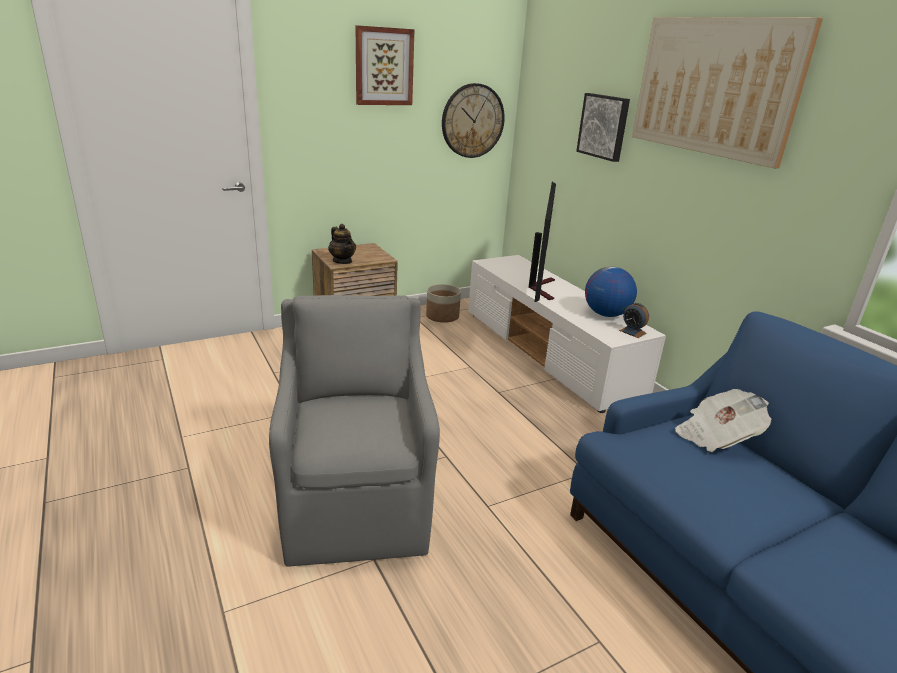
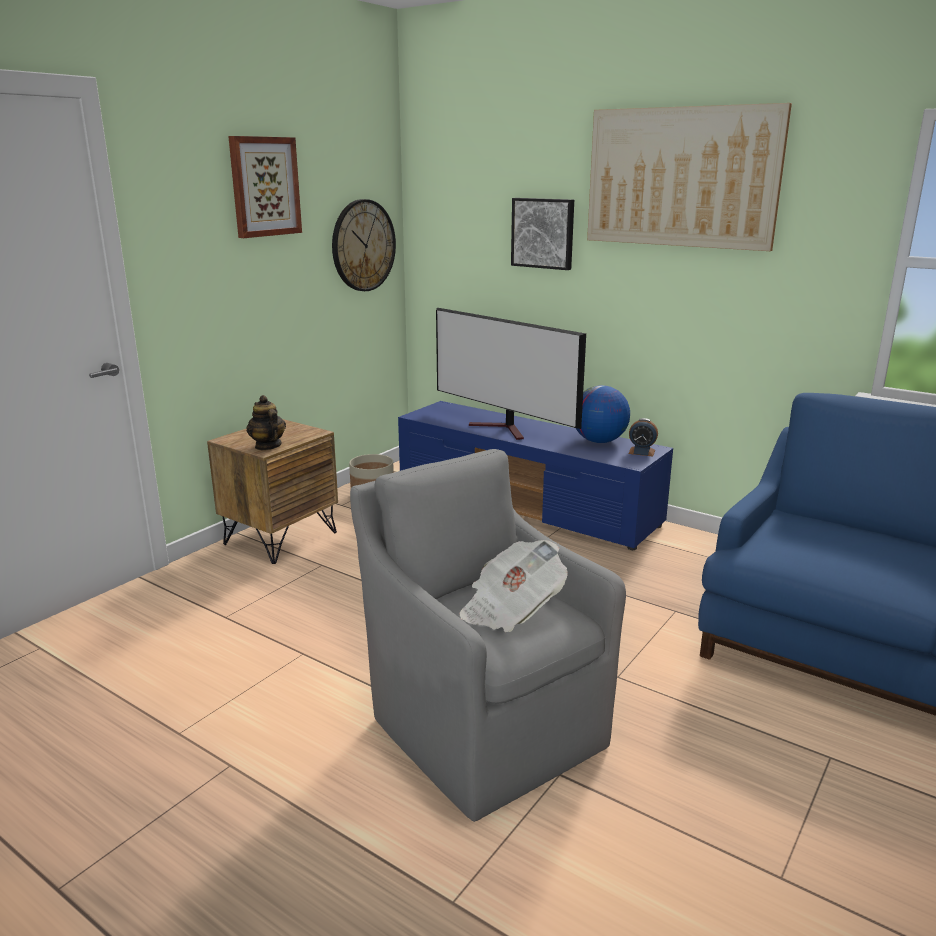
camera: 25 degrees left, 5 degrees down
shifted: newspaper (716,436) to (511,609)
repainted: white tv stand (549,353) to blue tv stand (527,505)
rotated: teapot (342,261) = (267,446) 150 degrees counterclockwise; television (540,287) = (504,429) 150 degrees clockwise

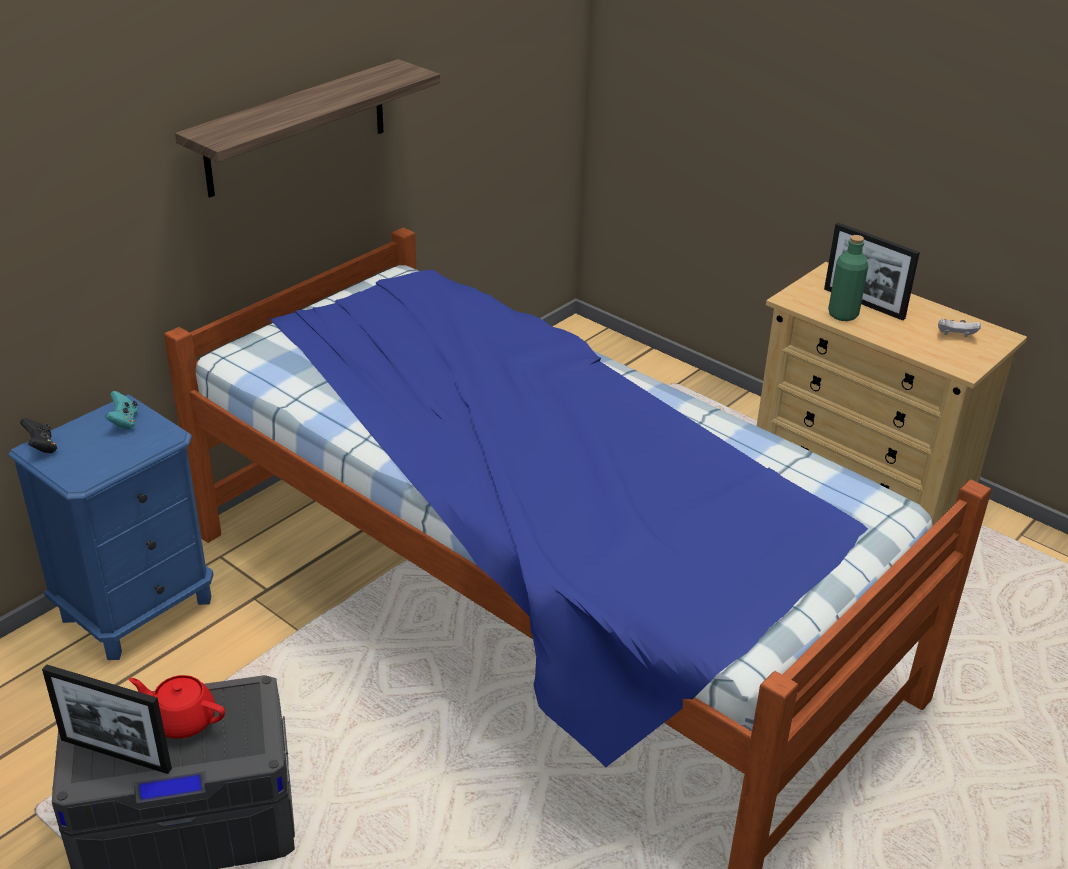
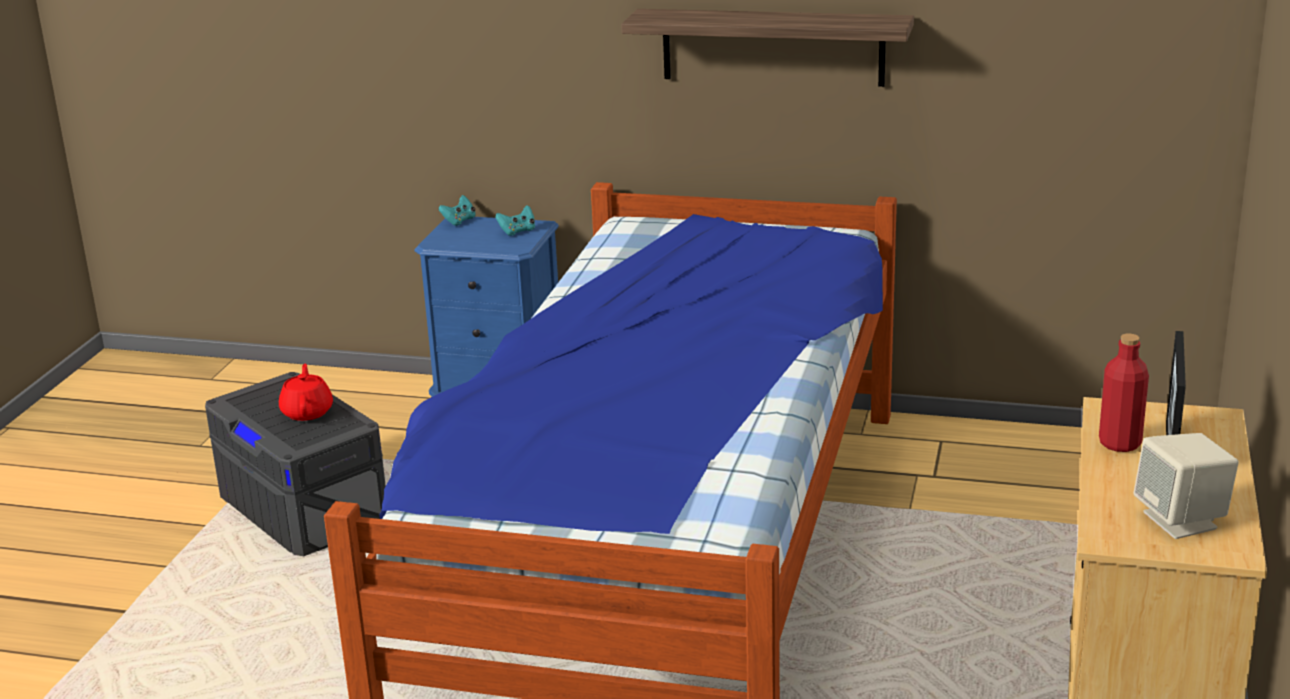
camera: 65 degrees right, 10 degrees down
gone: picture frame (116,754)
swapped: white game controller (955,336) to beige speaker (1181,520)
repainted: black game controller (42,447) to turquoise game controller (459,221); green bottle (843,314) to red bottle (1119,443)

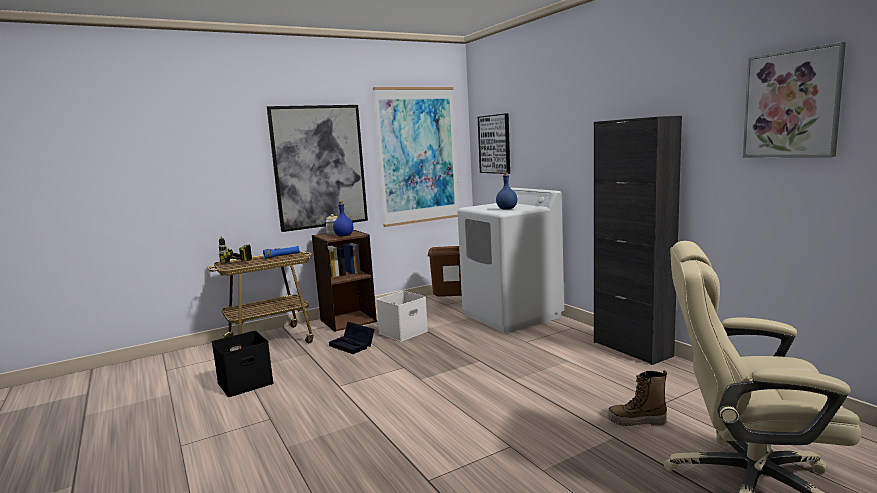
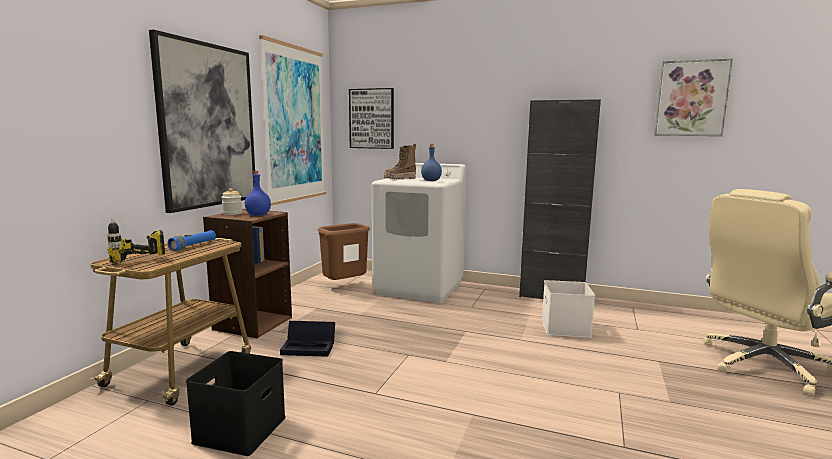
camera: 40 degrees left, 0 degrees up
shifted: white storage box (403,332) to (564,327); boot (636,422) to (400,179)

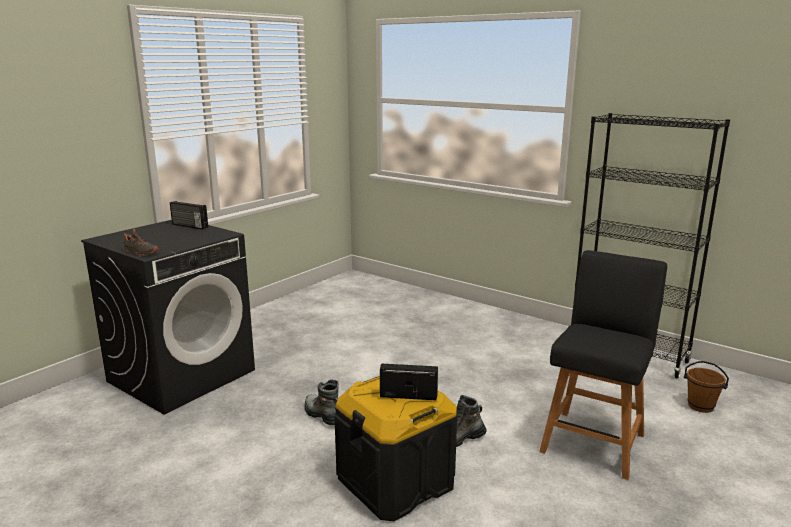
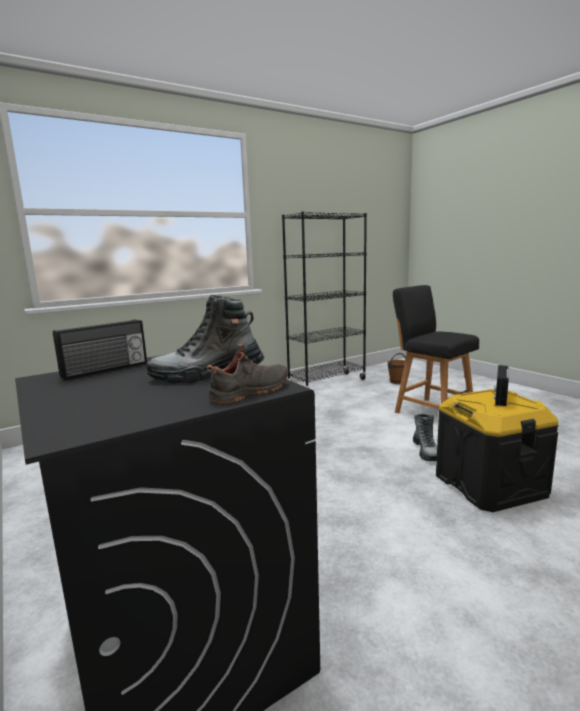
camera: 70 degrees left, 5 degrees down
shifted: boot (323,415) to (208,374)

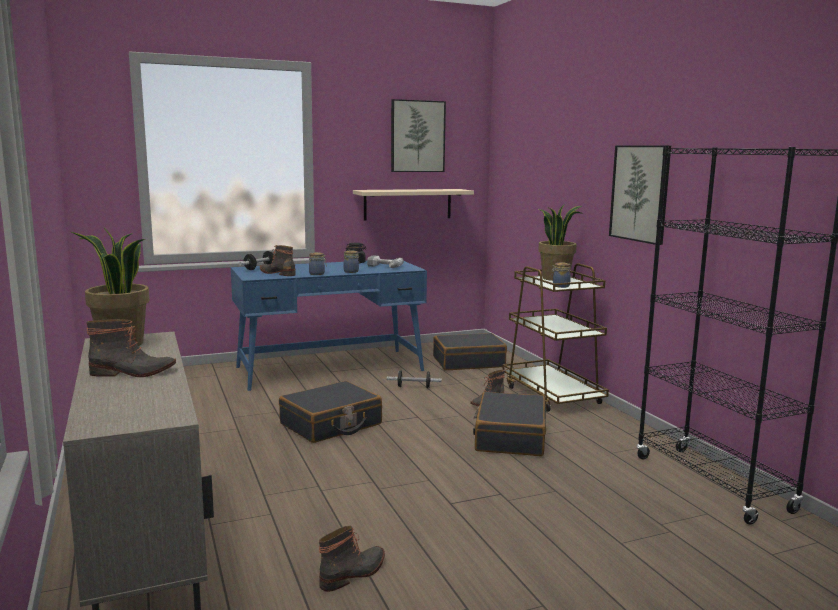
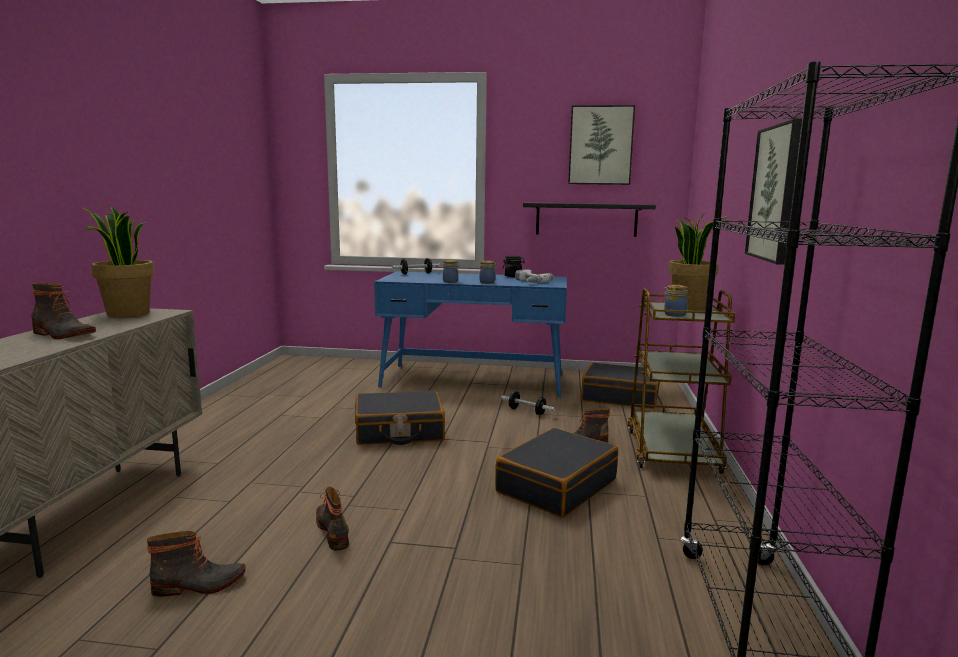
camera: 30 degrees right, 0 degrees up
shifted: boot (278,273) to (334,530)
repainted: beige shelf (408,204) to black shelf (586,219)

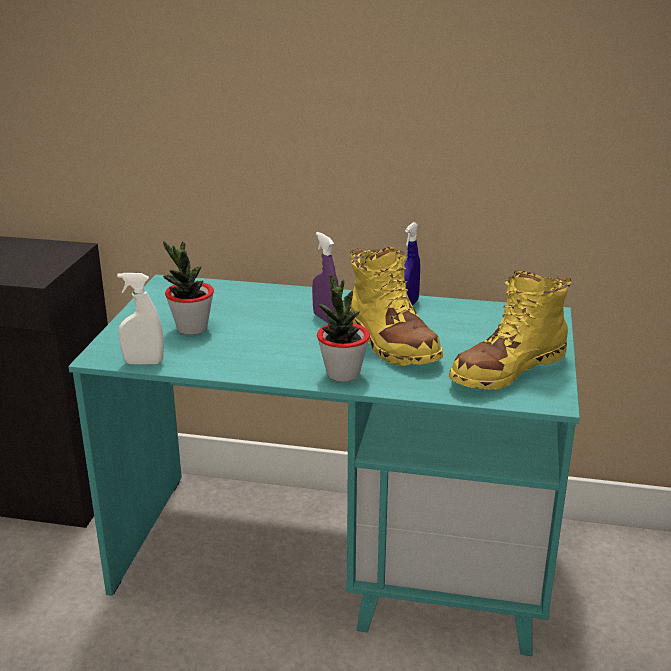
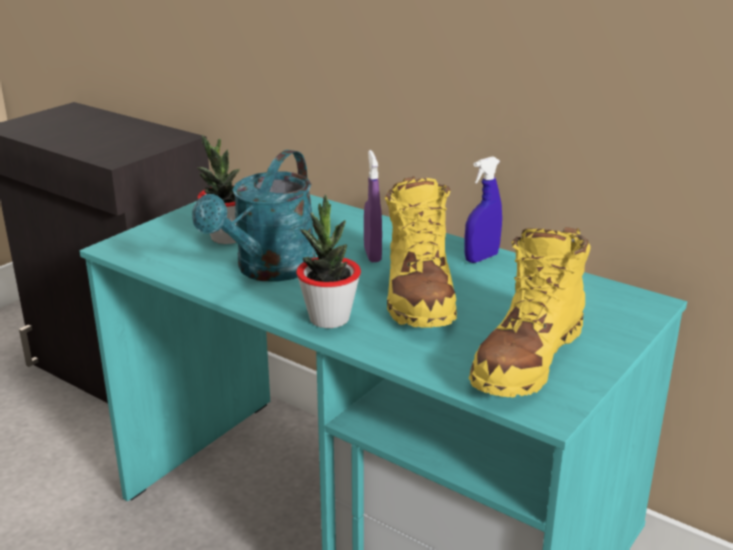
camera: 25 degrees right, 0 degrees up
gone: white spray bottle (143,362)
new: turquoise watering can (268,270)
rotated: yellow boot (507,370) = (527,359) 45 degrees counterclockwise

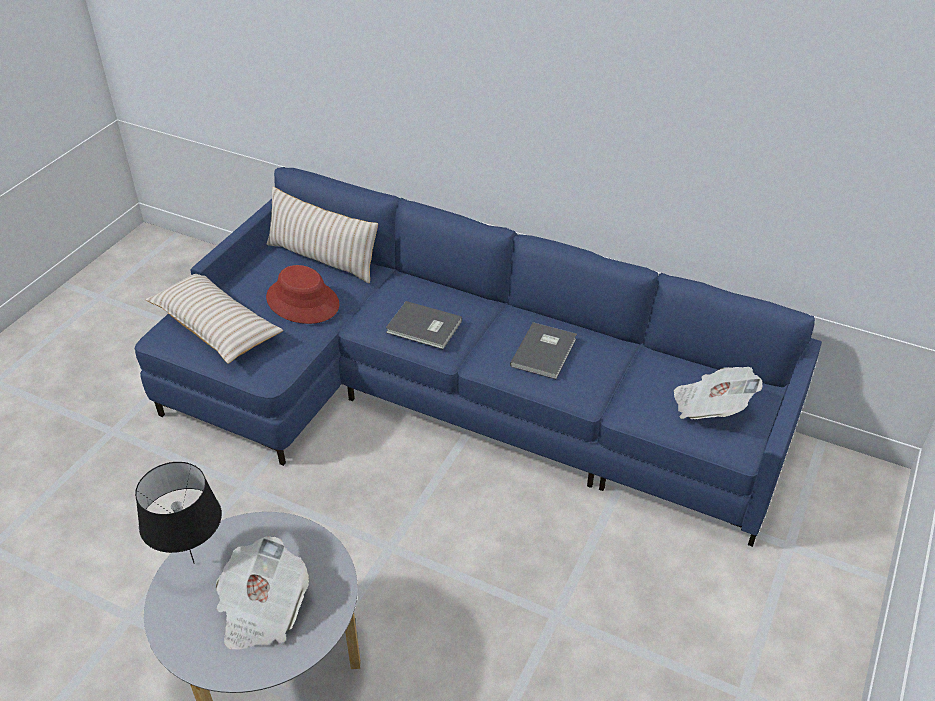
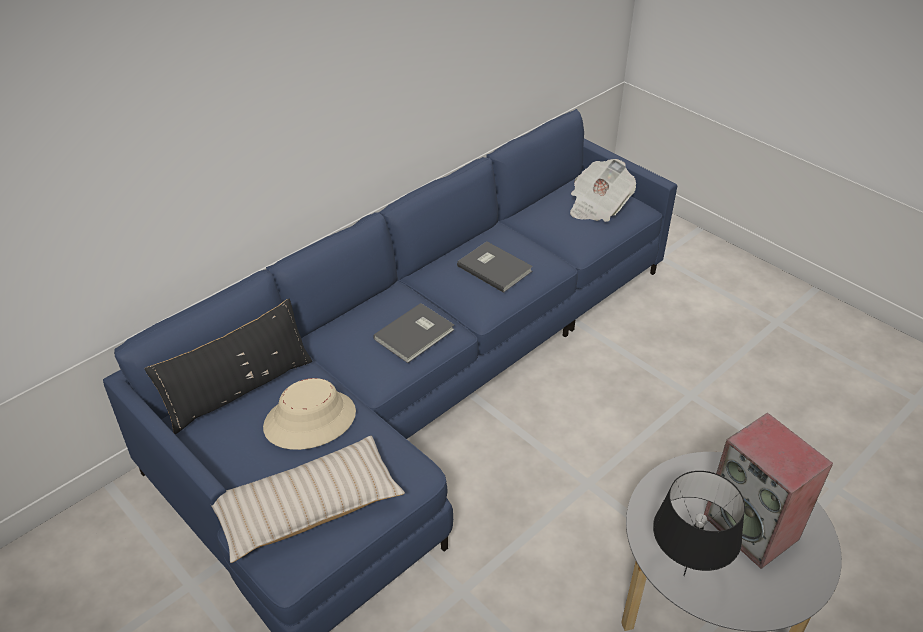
camera: 70 degrees left, 0 degrees up
swapped: newspaper (262,610) to speaker (752,527)
repainted: red hat (303,301) to beige hat (310,420); beige pillow (322,258) to black pillow (239,390)

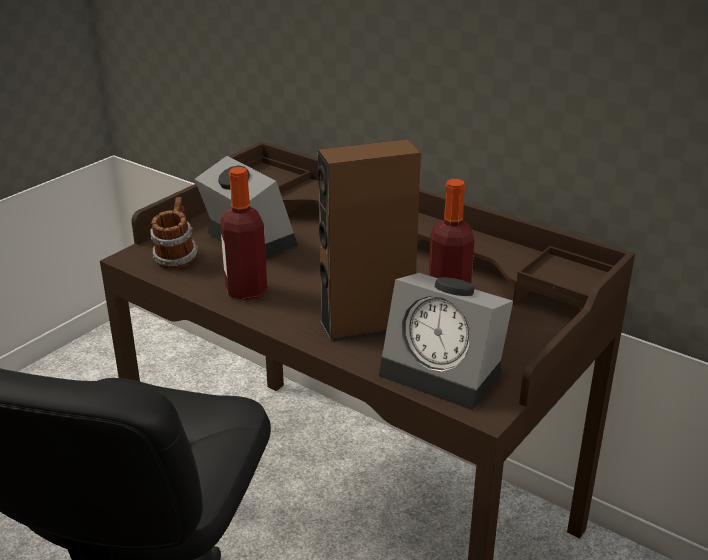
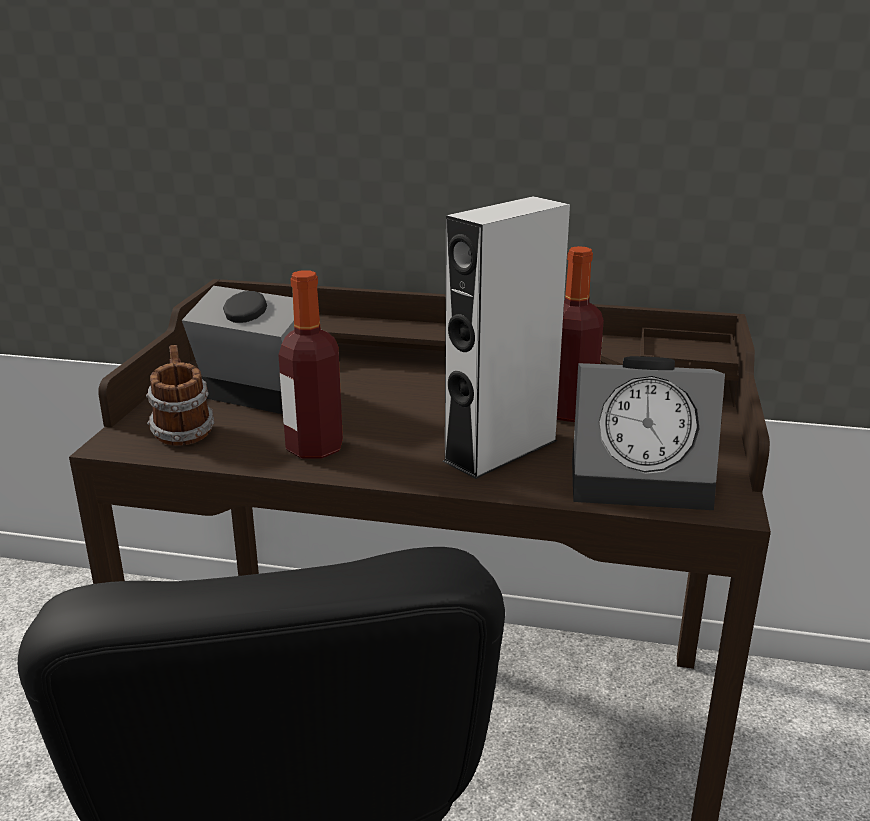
camera: 25 degrees left, 5 degrees down
repainted: brown speaker (367,323) to grey speaker (500,450)

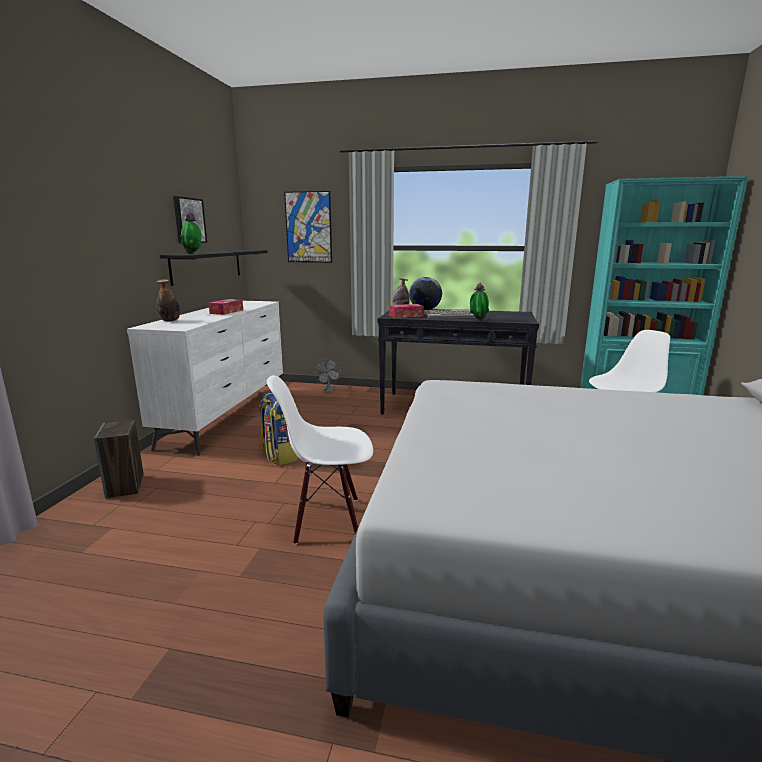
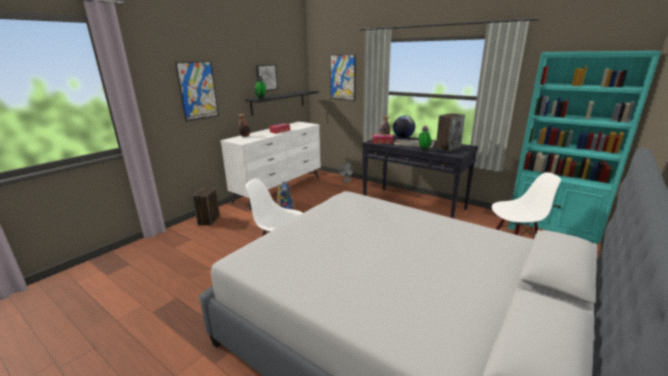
camera: 25 degrees right, 5 degrees up
new: picture (198,91); speaker (448,148)

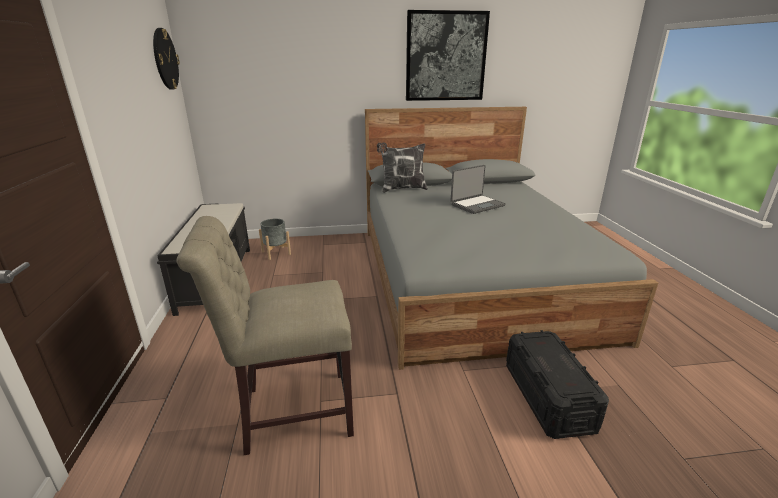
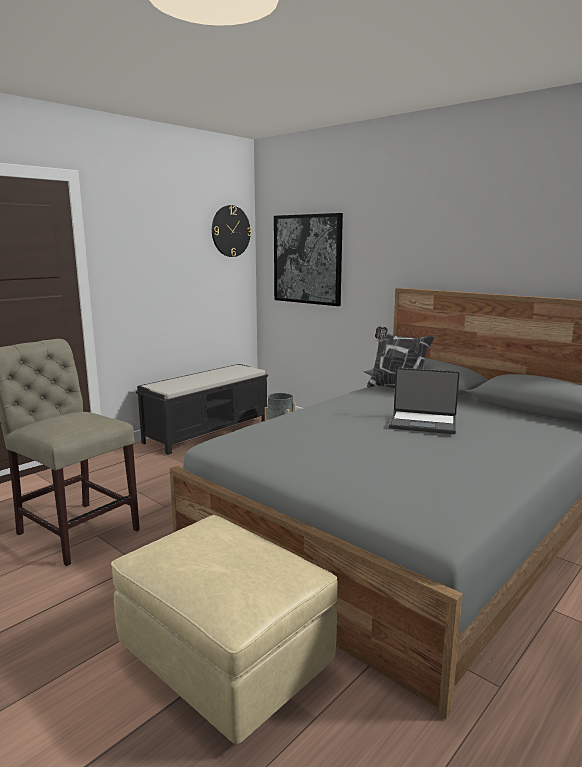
camera: 50 degrees right, 10 degrees down
shifted: picture (445,57) to (307,259)
swapped: black storage box (548,396) to beige ottoman (225,659)

